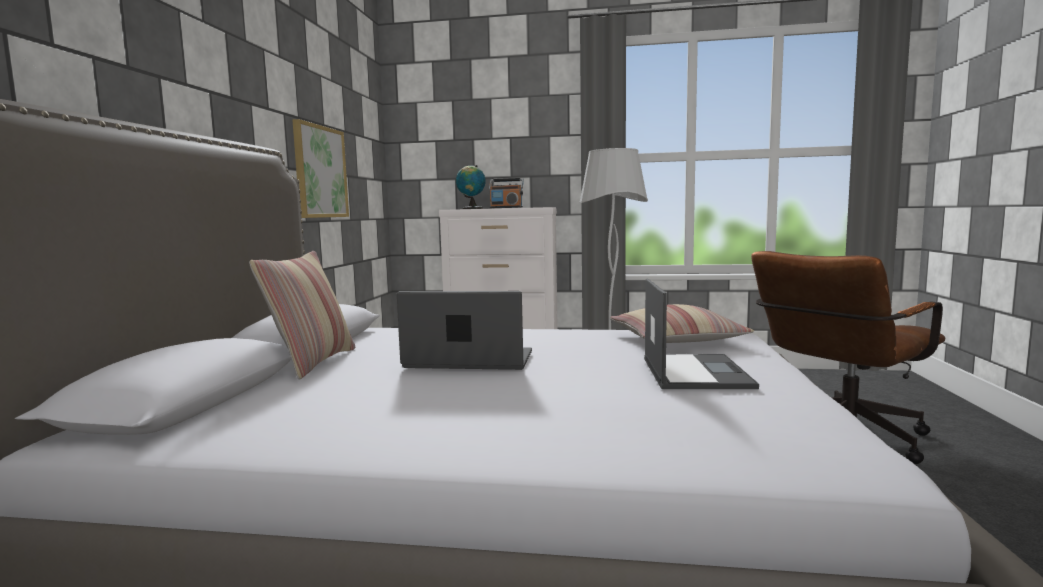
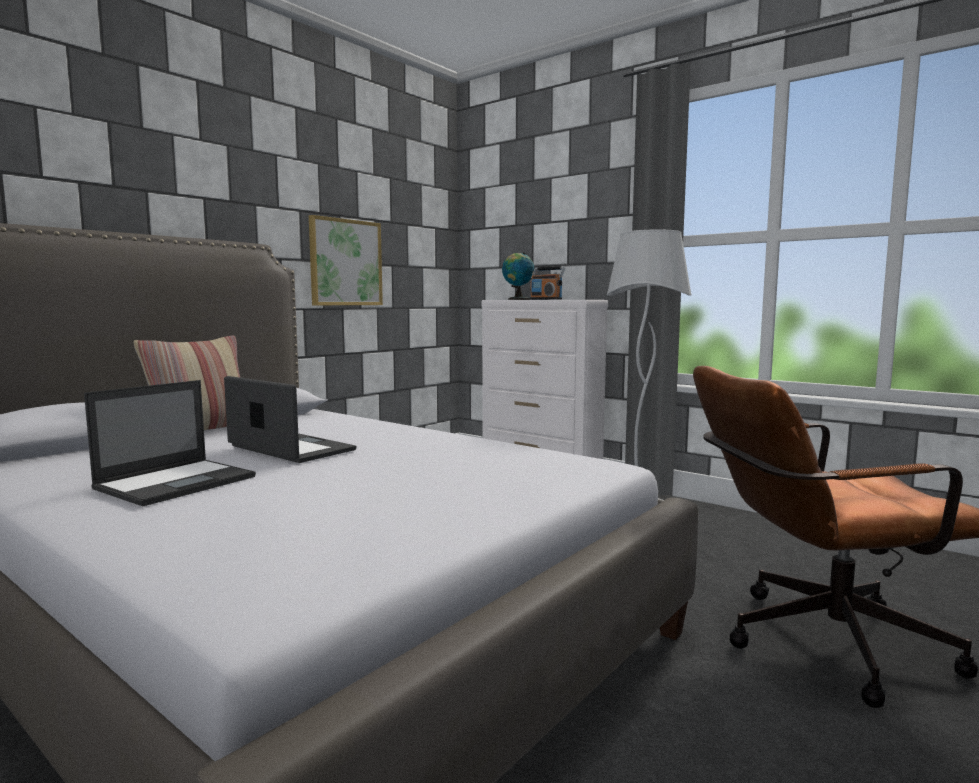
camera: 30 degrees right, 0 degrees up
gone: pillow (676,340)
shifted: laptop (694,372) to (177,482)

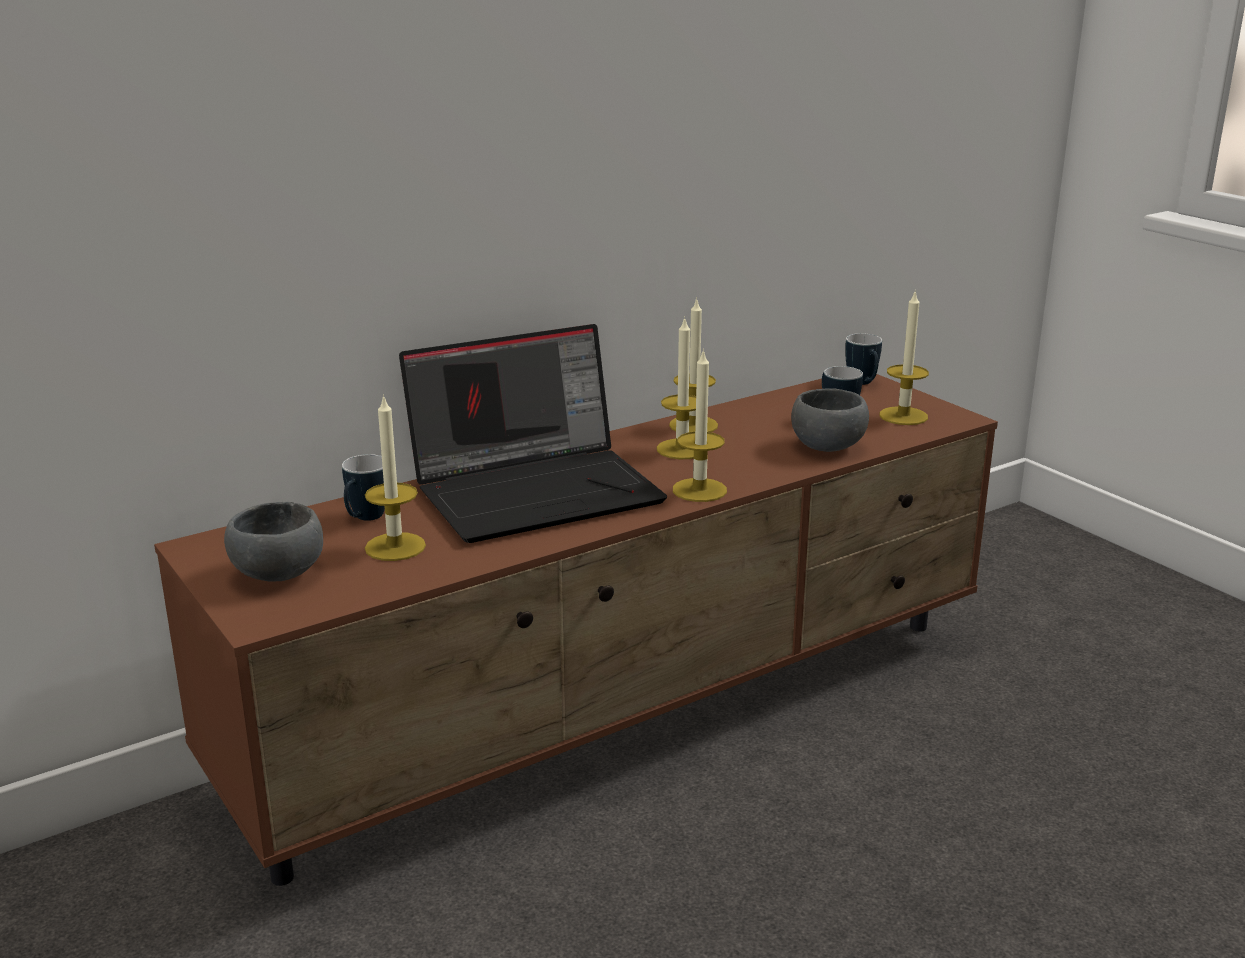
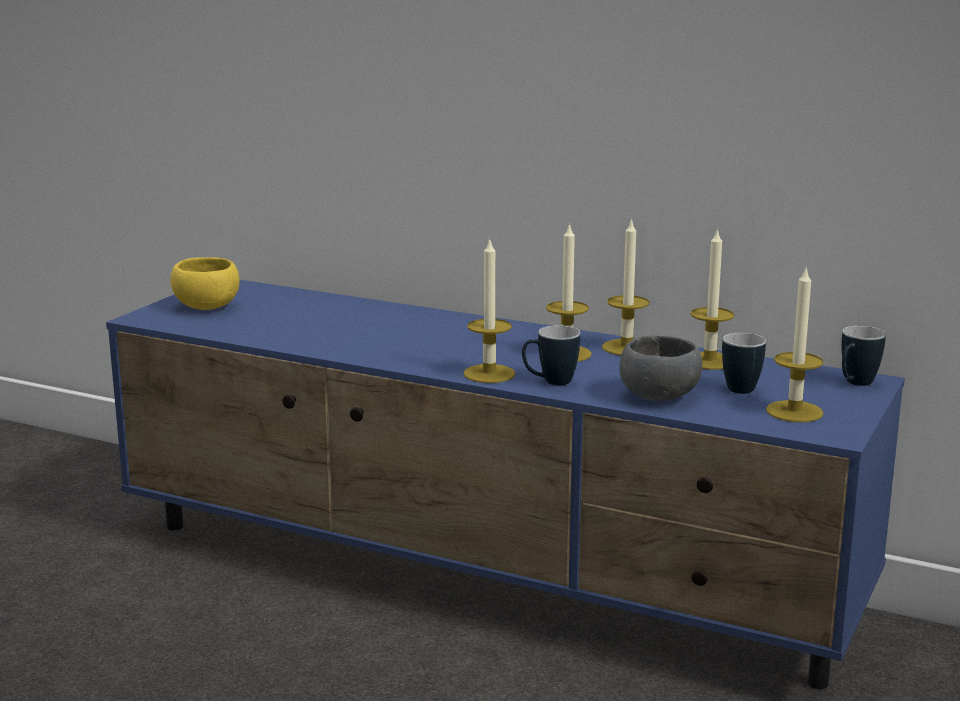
camera: 60 degrees right, 5 degrees down
gone: laptop (538,490)
shifted: mug (364,519) to (550,382); candle (395,547) to (709,361)
repainted: brown tv stand (626,712) to blue tv stand (484,579); grey bowl (279,575) to yellow bowl (205,307)

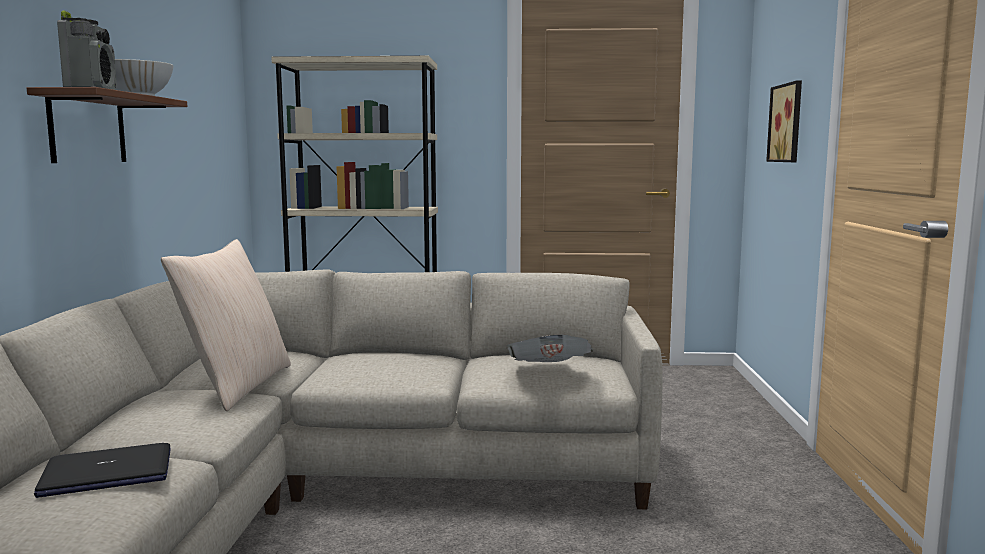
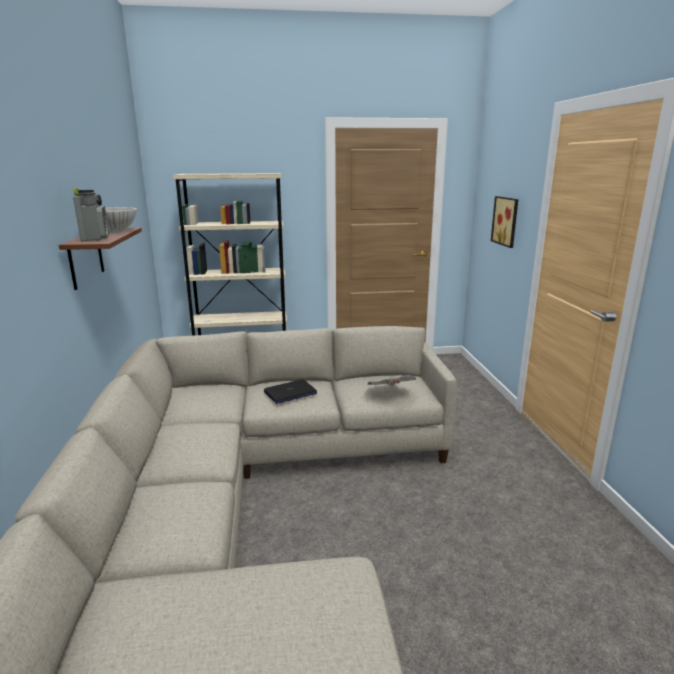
camera: 10 degrees left, 10 degrees up
gone: beige pillow (237,386)
shifted: laptop (106,473) to (290,393)

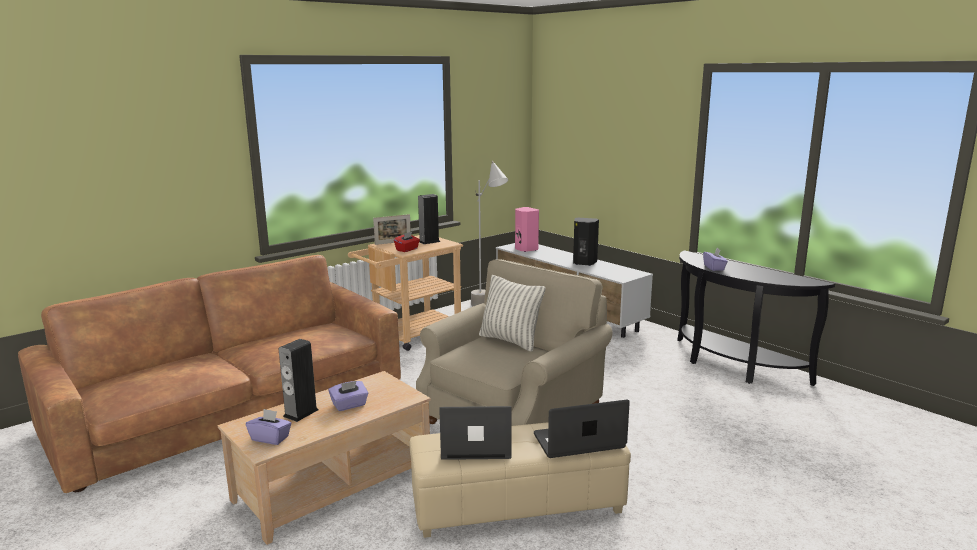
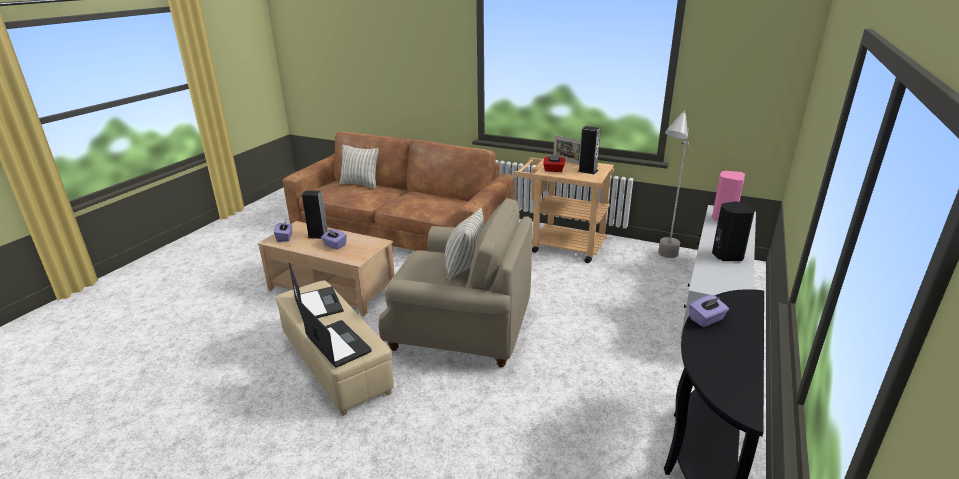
camera: 65 degrees right, 10 degrees up
new: pillow (360,184)

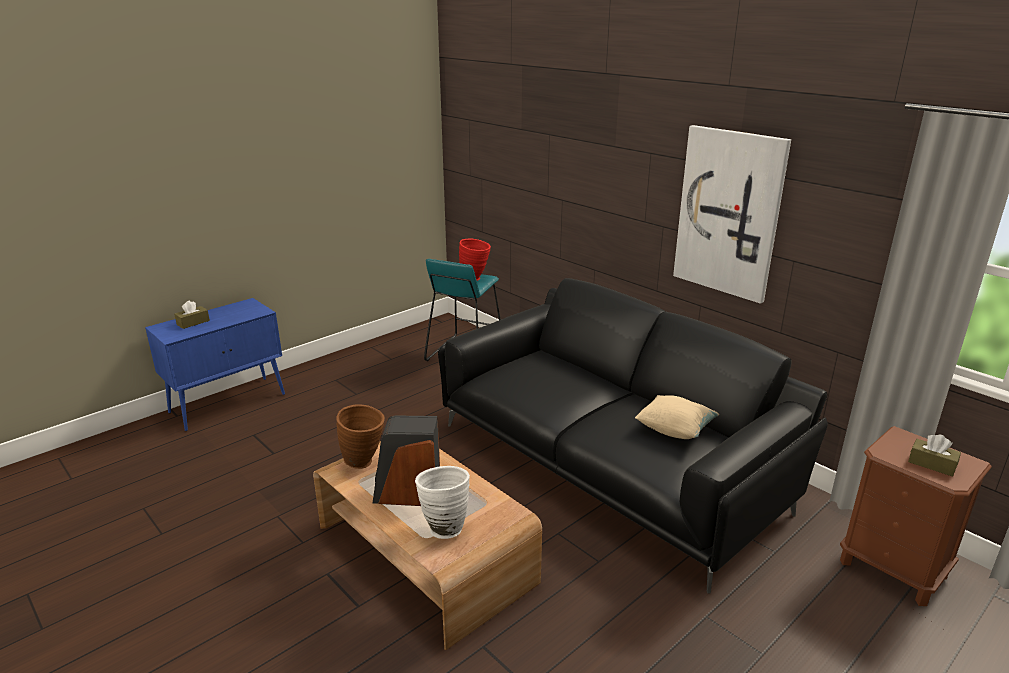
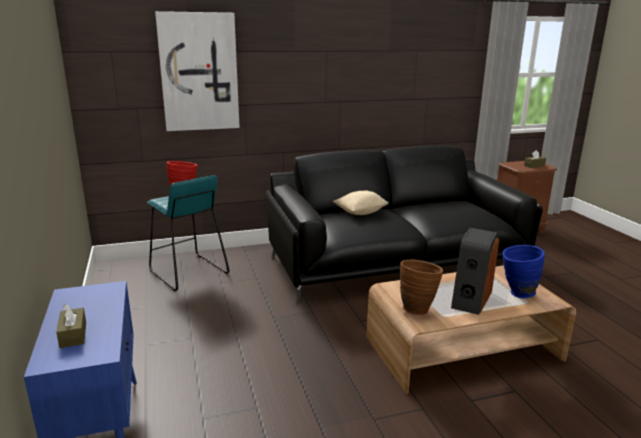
camera: 65 degrees left, 5 degrees down
shifted: beige pillow (675,430) to (360,213); picture (729,213) to (199,72)
repainted: white vase (443,527) to blue vase (516,294)

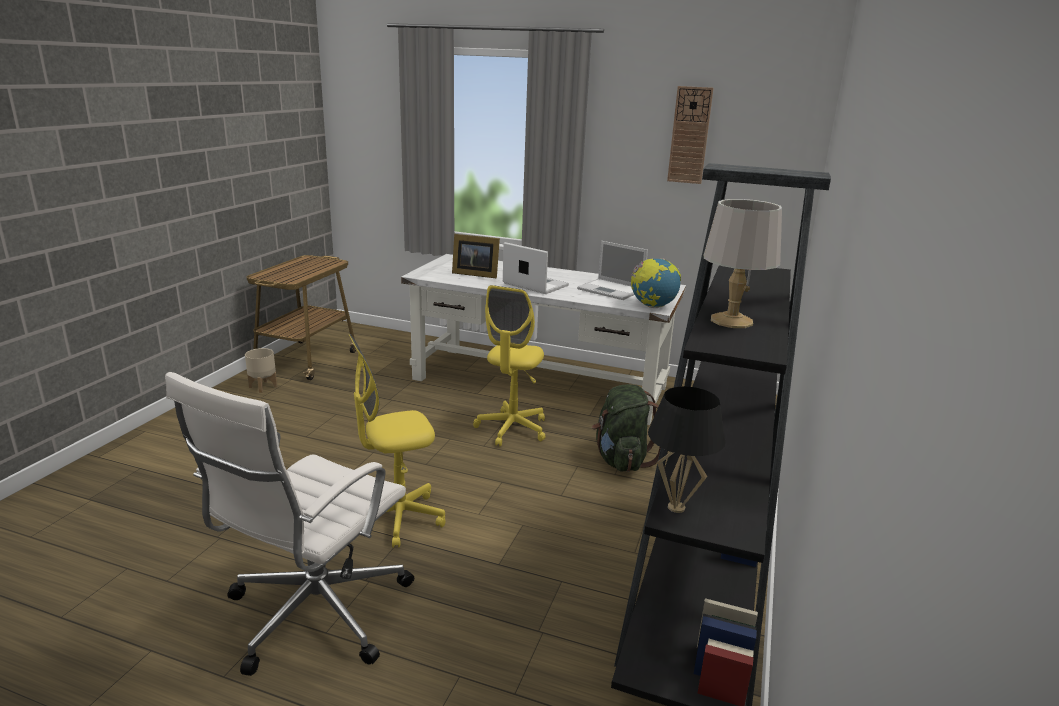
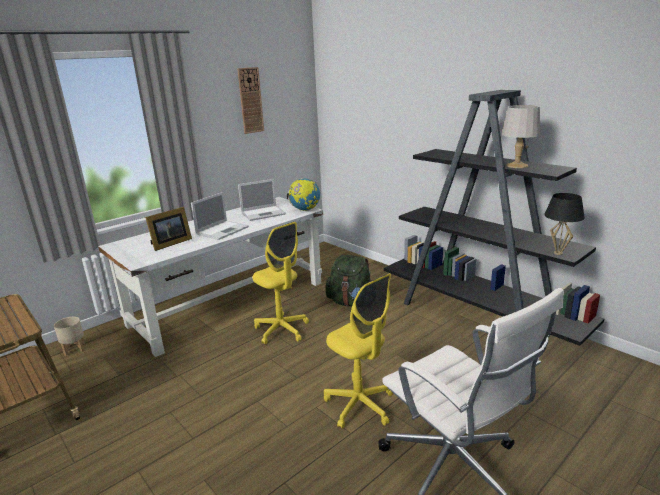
camera: 60 degrees left, 0 degrees up
shifted: beige planter (263,386) to (74,349)
rotated: yellow office chair (398,518) = (359,405) 45 degrees counterclockwise; laptop (534,284) = (223,230) 150 degrees clockwise

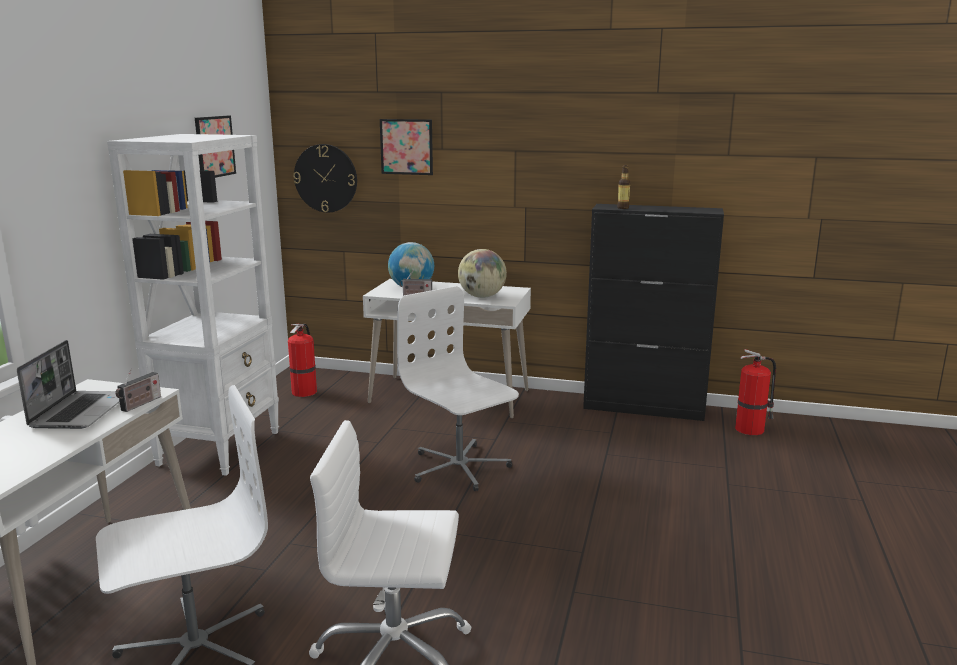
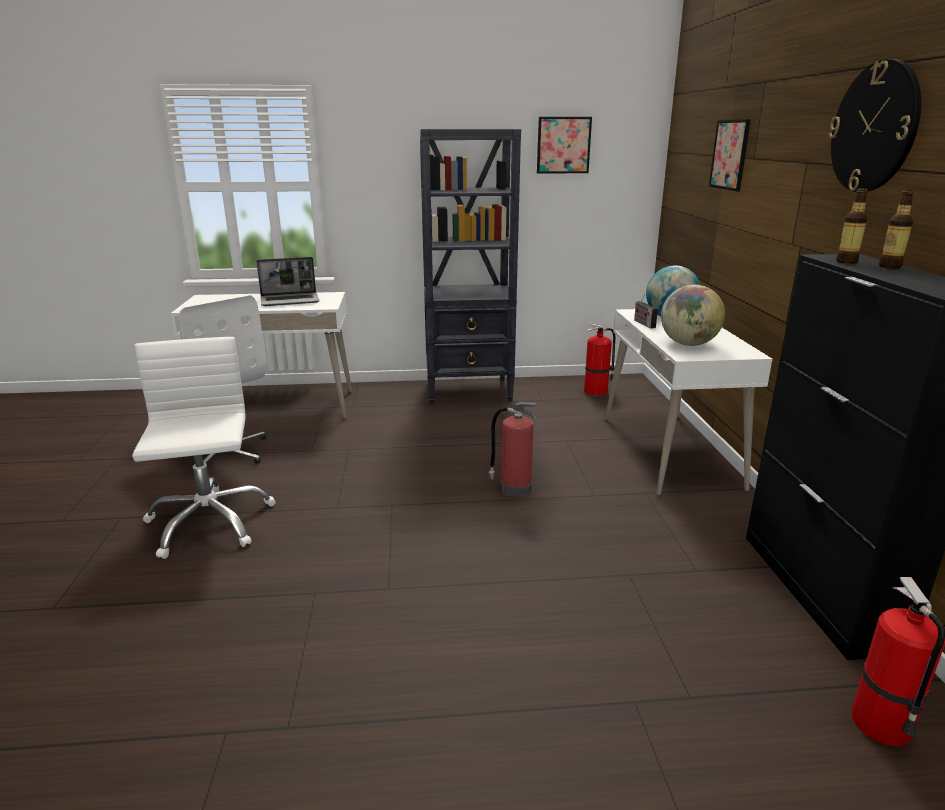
camera: 70 degrees right, 5 degrees up
gone: radio (140,404)
new: bottle (890,266)
shifted: wall clock (326,178) to (874,127)
swapped: white office chair (459,468) to fire extinguisher (514,488)
repainted: white bookcase (220,447) to black bookcase (469,391)

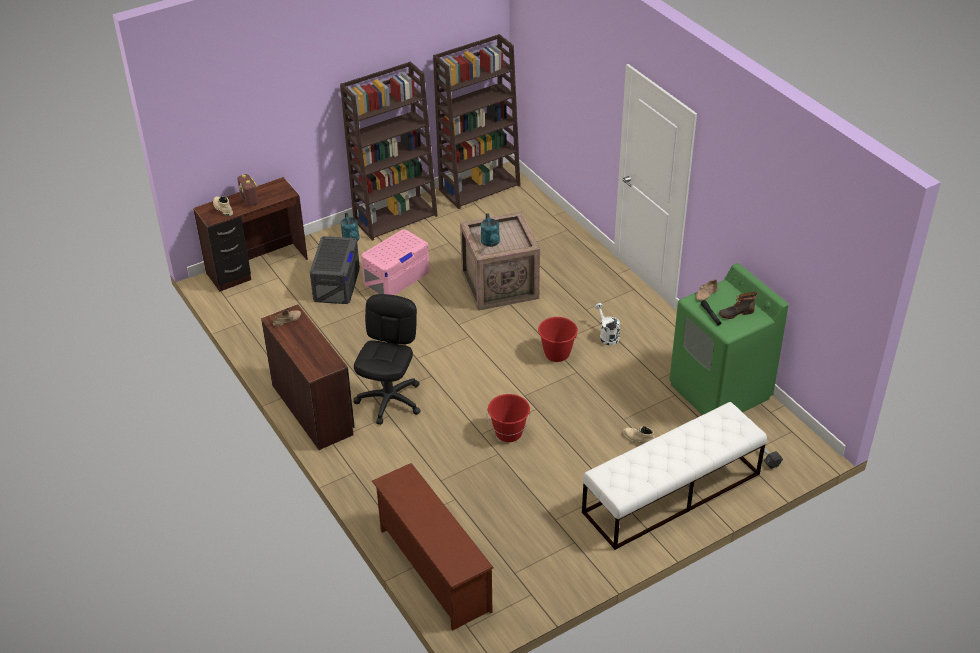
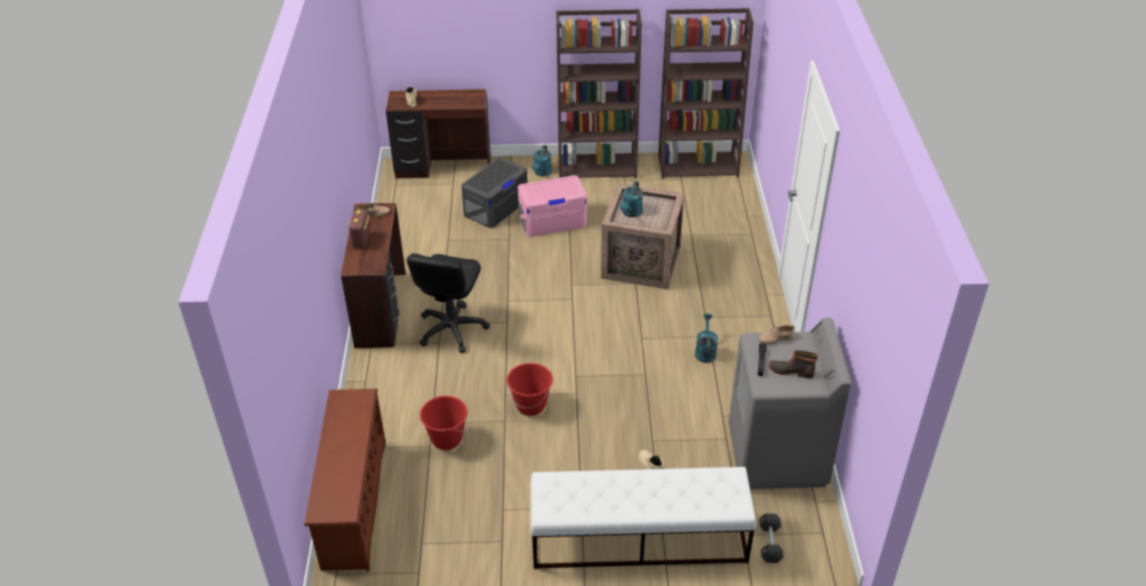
camera: 30 degrees right, 0 degrees up
shifted: radio (249,200) to (361,241); red bucket (557,354) to (446,439)
repainted: white watering can (607,336) to turquoise watering can (705,351); green washing machine (720,391) to grey washing machine (777,456)
rotated: black office chair (390,400) = (451,329) 150 degrees clockwise

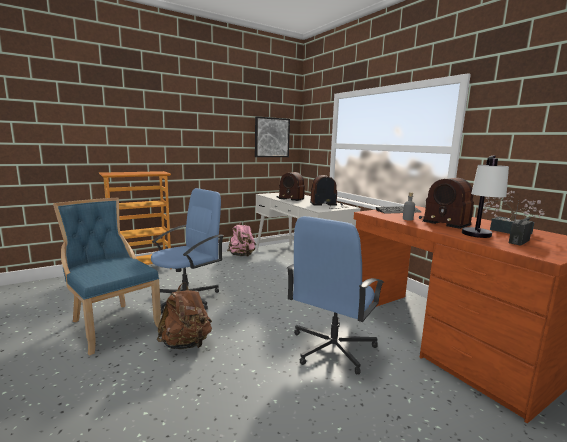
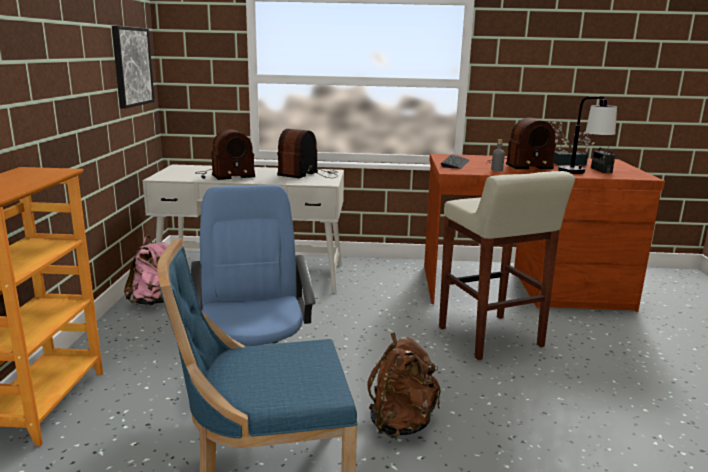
camera: 55 degrees left, 5 degrees up
swapped: blue office chair (332,348) to beige stool (490,338)

